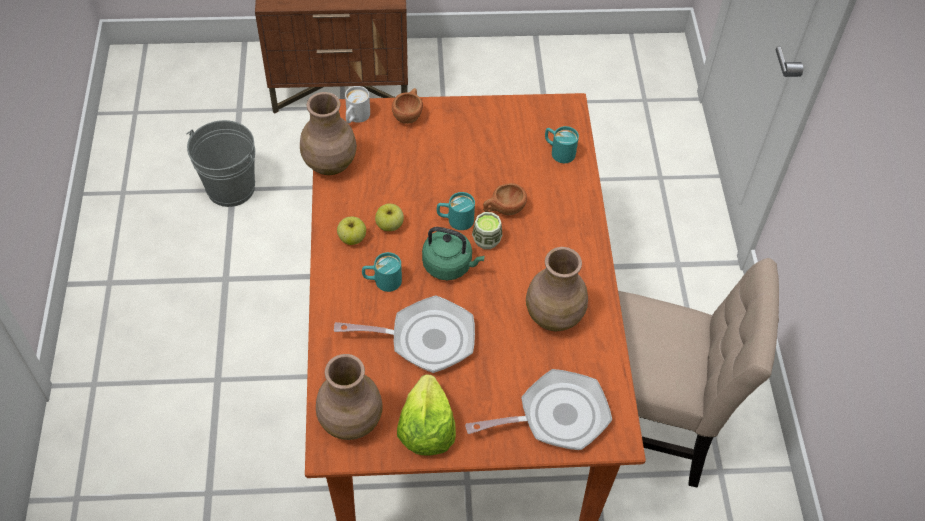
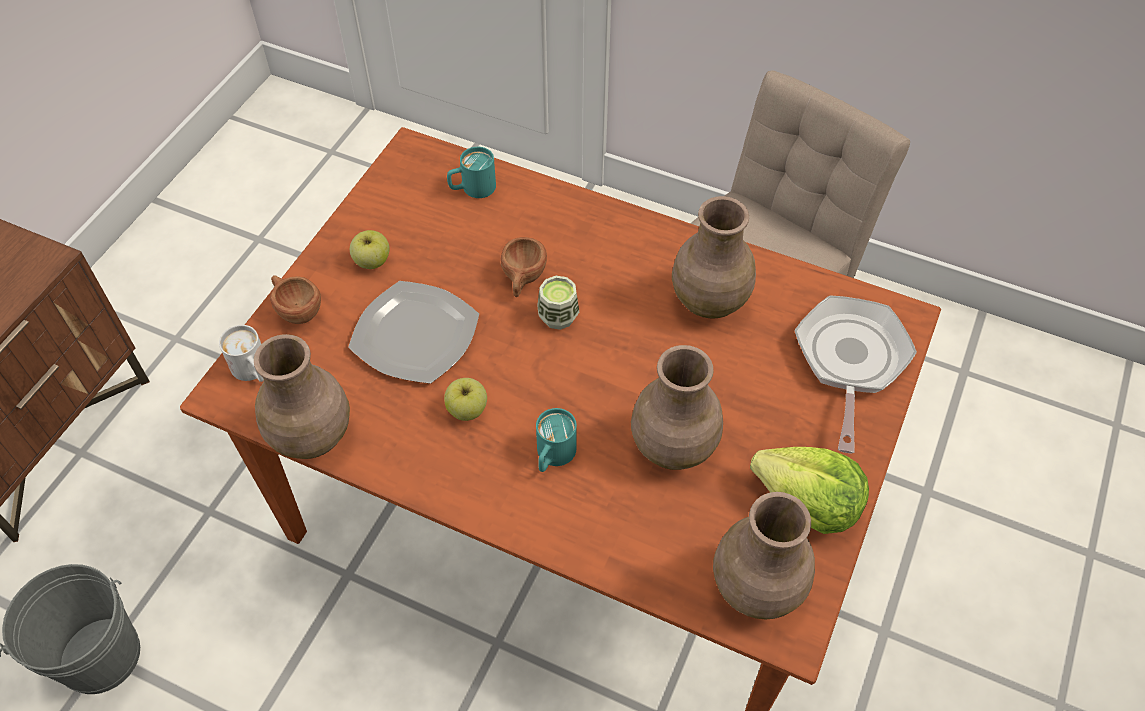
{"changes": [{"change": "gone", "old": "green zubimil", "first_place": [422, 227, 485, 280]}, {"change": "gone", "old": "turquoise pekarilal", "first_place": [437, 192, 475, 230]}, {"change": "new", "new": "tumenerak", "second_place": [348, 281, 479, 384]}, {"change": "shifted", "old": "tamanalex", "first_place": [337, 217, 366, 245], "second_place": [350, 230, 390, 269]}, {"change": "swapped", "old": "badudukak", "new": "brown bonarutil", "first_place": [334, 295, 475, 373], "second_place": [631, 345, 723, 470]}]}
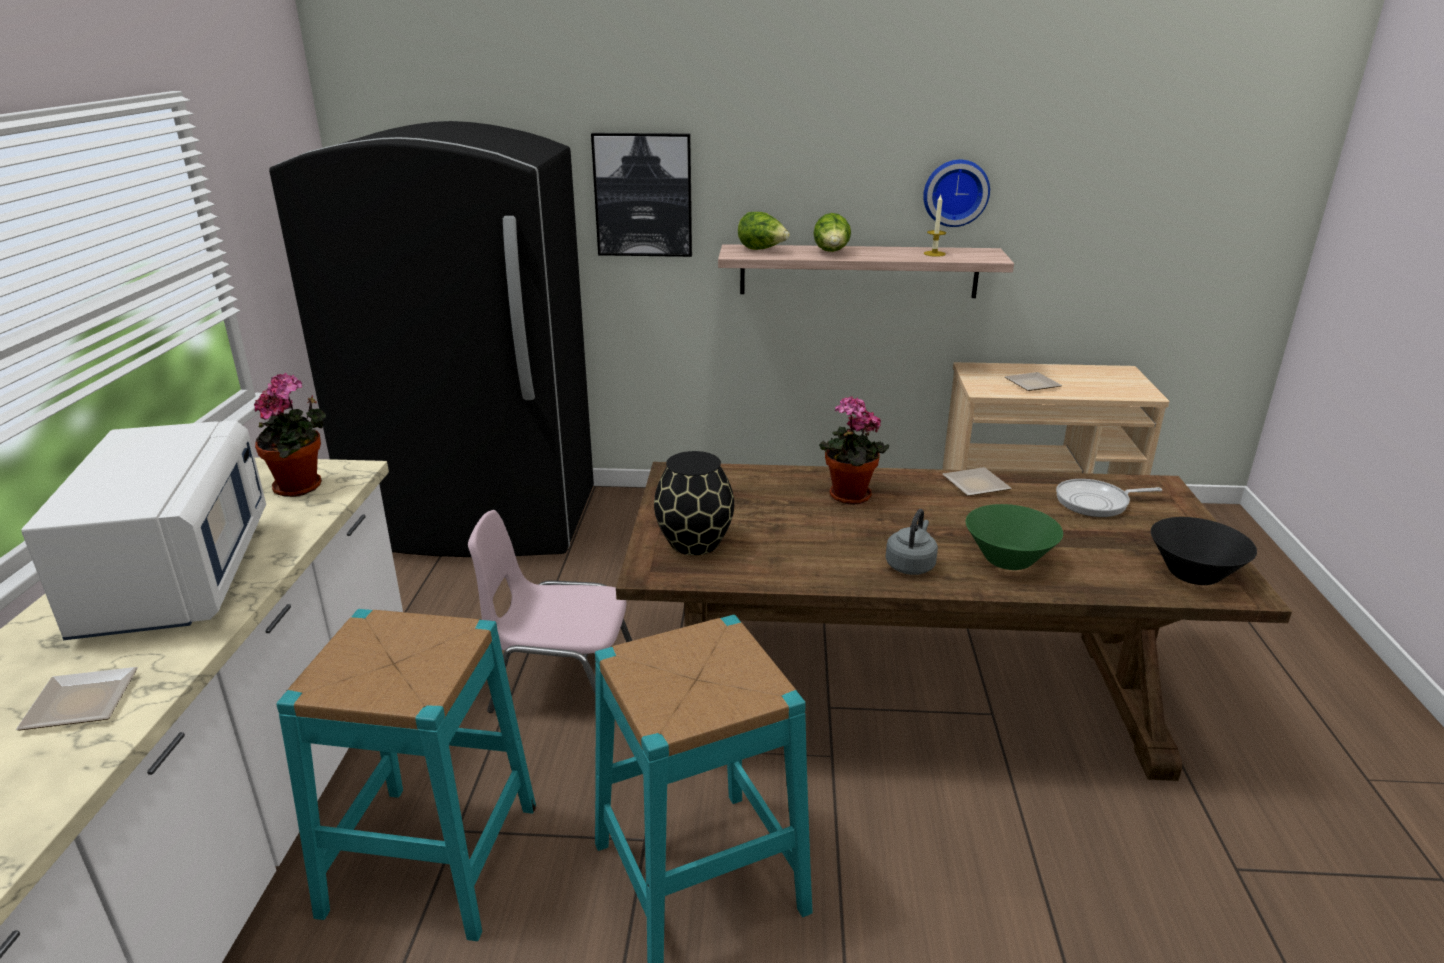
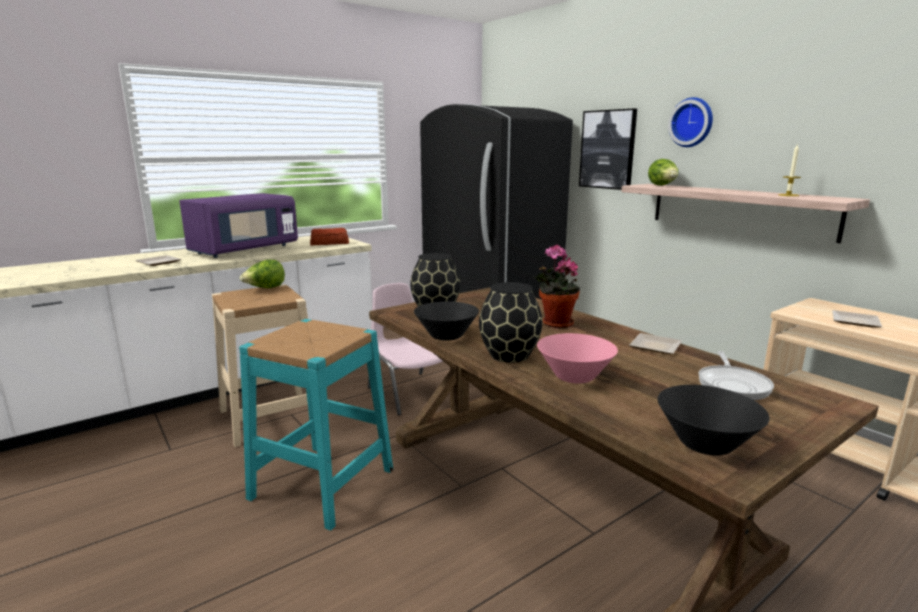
{"changes": [{"change": "new", "new": "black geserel", "second_place": [414, 301, 479, 341]}, {"change": "shifted", "old": "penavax", "first_place": [814, 213, 851, 252], "second_place": [240, 259, 285, 288]}, {"change": "shifted", "old": "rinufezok", "first_place": [923, 160, 990, 227], "second_place": [668, 97, 713, 147]}, {"change": "swapped", "old": "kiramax", "new": "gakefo", "first_place": [254, 373, 326, 497], "second_place": [310, 228, 349, 245]}, {"change": "swapped", "old": "grey zubimil", "new": "black bonarutil", "first_place": [886, 509, 938, 575], "second_place": [479, 282, 542, 363]}, {"change": "repainted", "old": "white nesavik", "new": "purple nesavik", "first_place": [21, 420, 266, 640], "second_place": [179, 193, 298, 258]}, {"change": "repainted", "old": "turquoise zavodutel", "new": "beige zavodutel", "first_place": [276, 609, 536, 941], "second_place": [212, 284, 308, 447]}, {"change": "repainted", "old": "green geserel", "new": "pink geserel", "first_place": [966, 504, 1063, 570], "second_place": [537, 333, 618, 384]}, {"change": "rotated", "old": "badudukak", "first_place": [1056, 479, 1162, 517], "second_place": [698, 351, 774, 400], "degrees": -120}]}
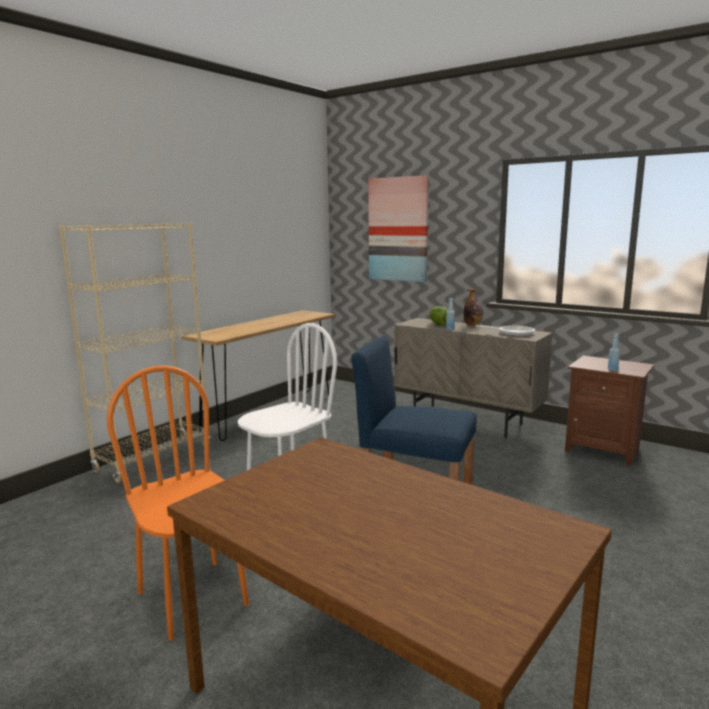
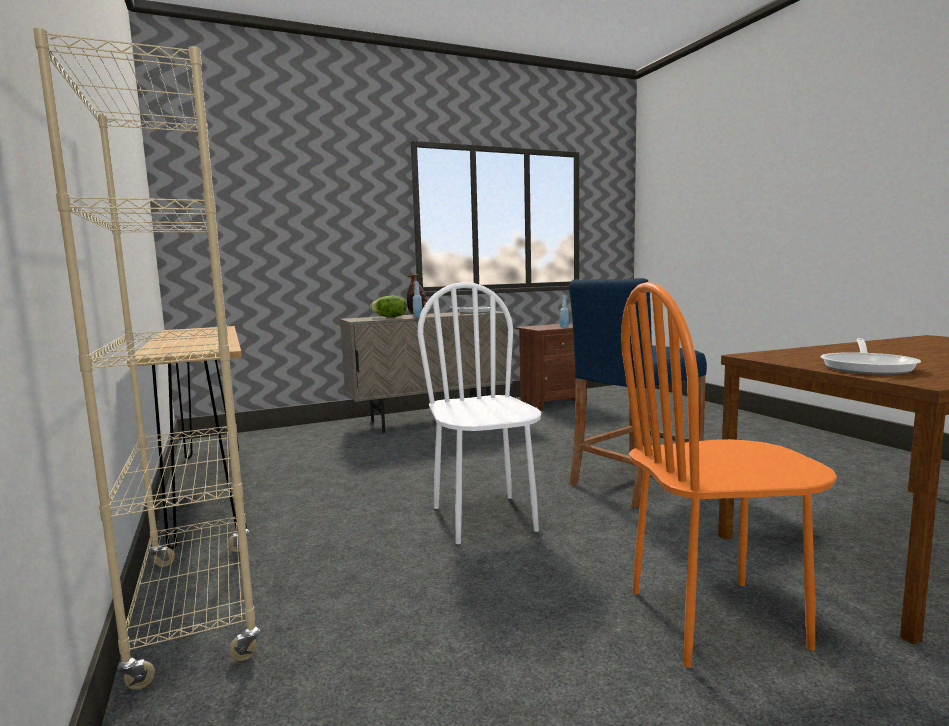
{"changes": [{"change": "gone", "old": "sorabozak", "first_place": [368, 175, 429, 282]}, {"change": "new", "new": "badudukak", "second_place": [820, 338, 921, 375]}]}
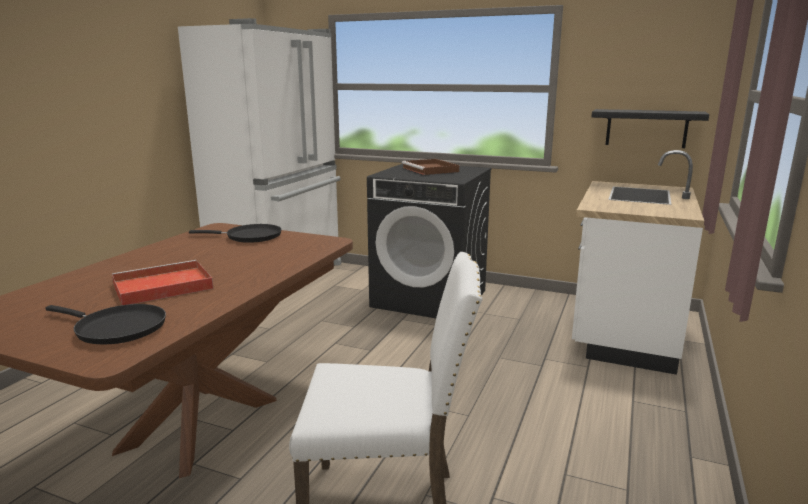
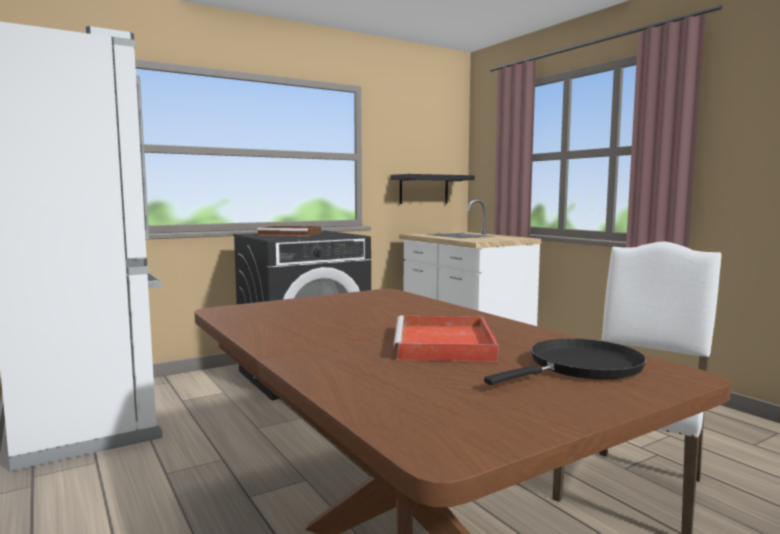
{"changes": [{"change": "gone", "old": "black badudukak", "first_place": [189, 224, 282, 243]}]}
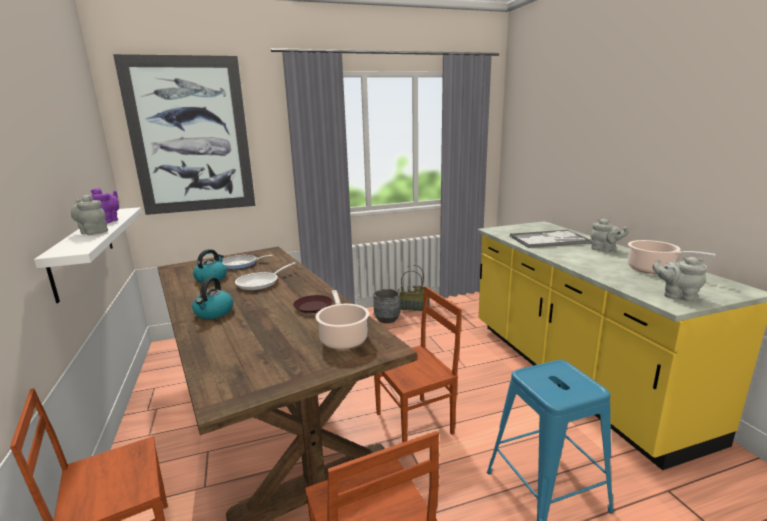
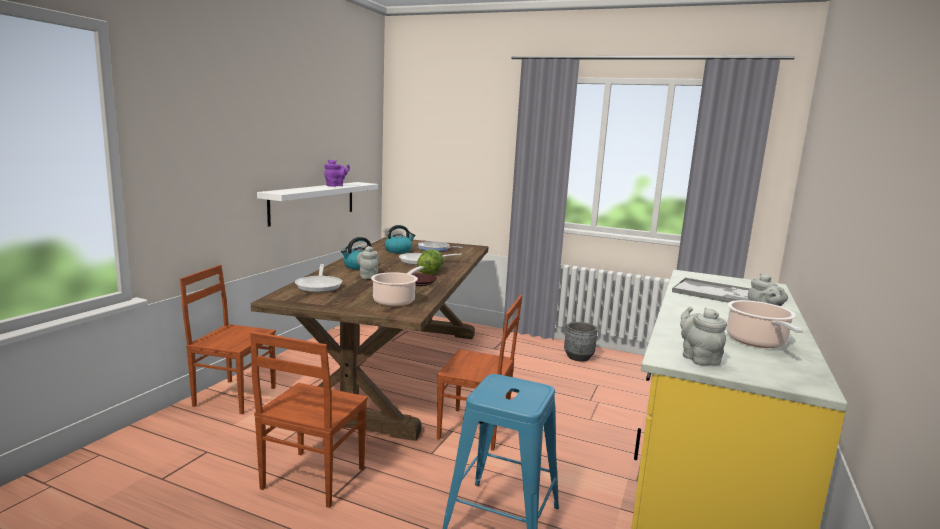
{"changes": [{"change": "gone", "old": "sorabozak", "first_place": [113, 54, 255, 215]}, {"change": "gone", "old": "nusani", "first_place": [397, 265, 430, 311]}, {"change": "new", "new": "badudukak", "second_place": [295, 264, 342, 292]}, {"change": "new", "new": "penavax", "second_place": [417, 250, 443, 274]}, {"change": "shifted", "old": "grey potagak", "first_place": [71, 195, 108, 235], "second_place": [357, 246, 379, 279]}]}
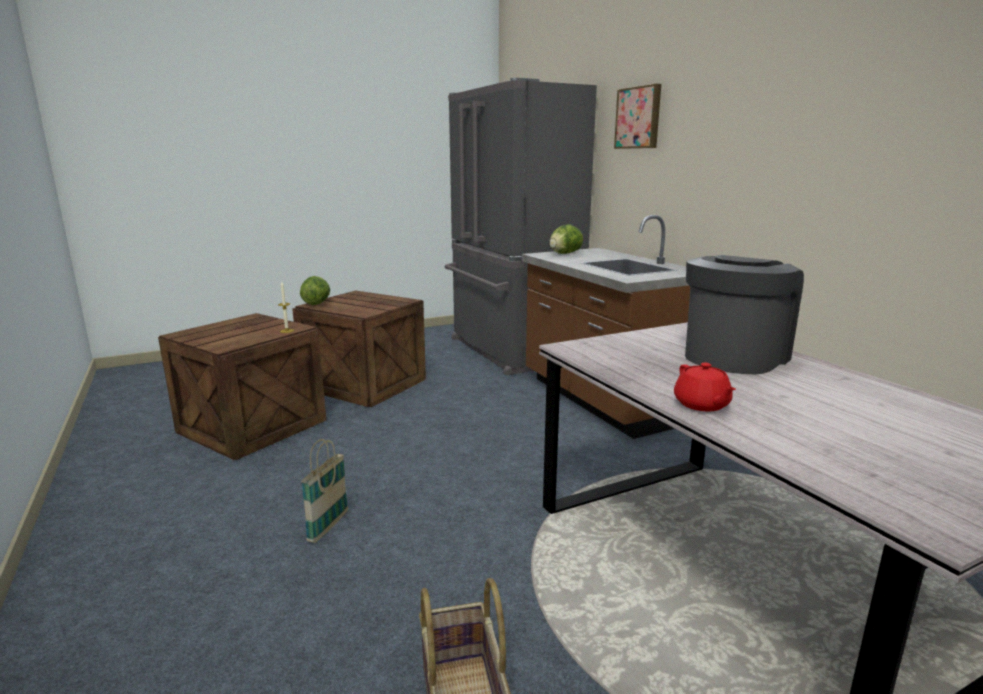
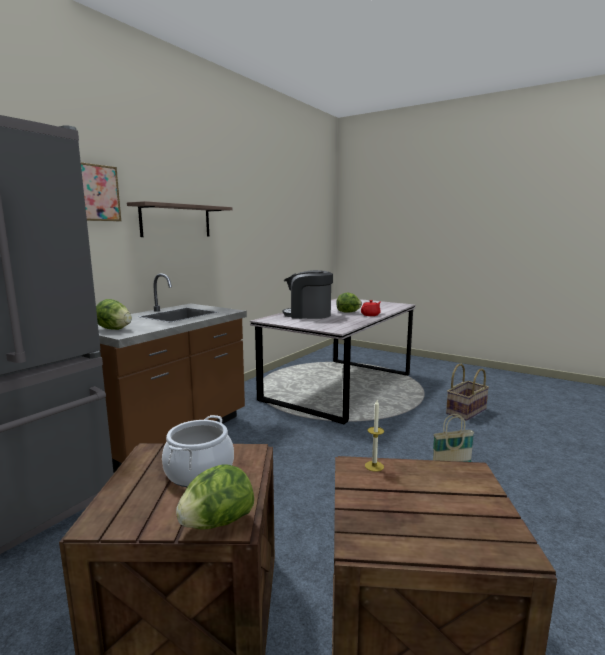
{"changes": [{"change": "new", "new": "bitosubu", "second_place": [127, 201, 232, 237]}, {"change": "new", "new": "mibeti", "second_place": [162, 415, 234, 487]}, {"change": "new", "new": "penavax", "second_place": [336, 293, 362, 313]}]}
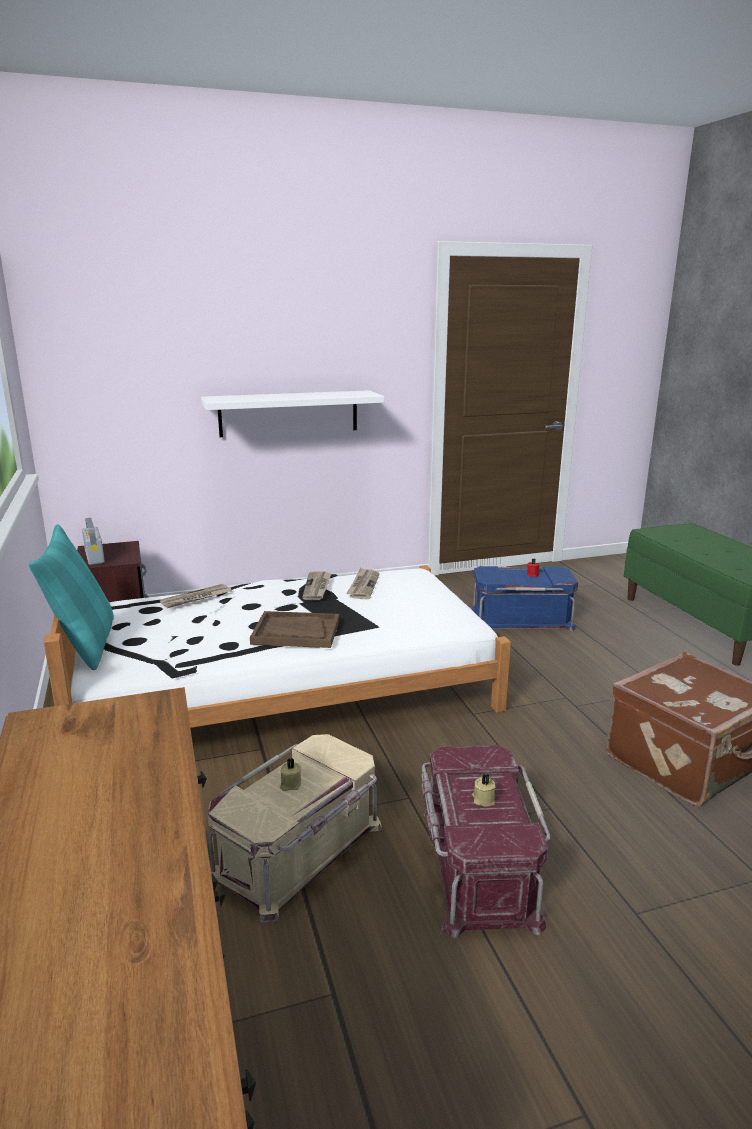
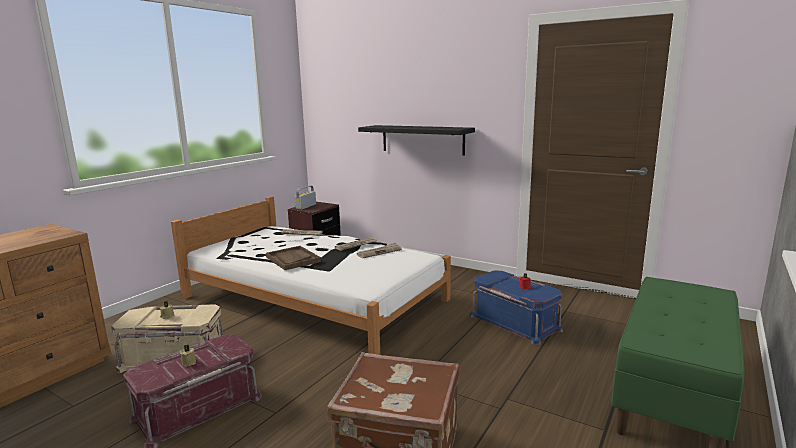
{"changes": [{"change": "gone", "old": "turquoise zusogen", "first_place": [29, 524, 114, 670]}, {"change": "repainted", "old": "white bitosubu", "new": "black bitosubu", "first_place": [201, 390, 384, 437], "second_place": [358, 125, 475, 156]}]}
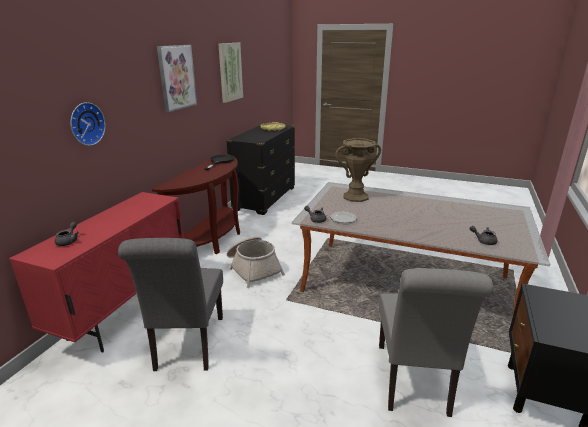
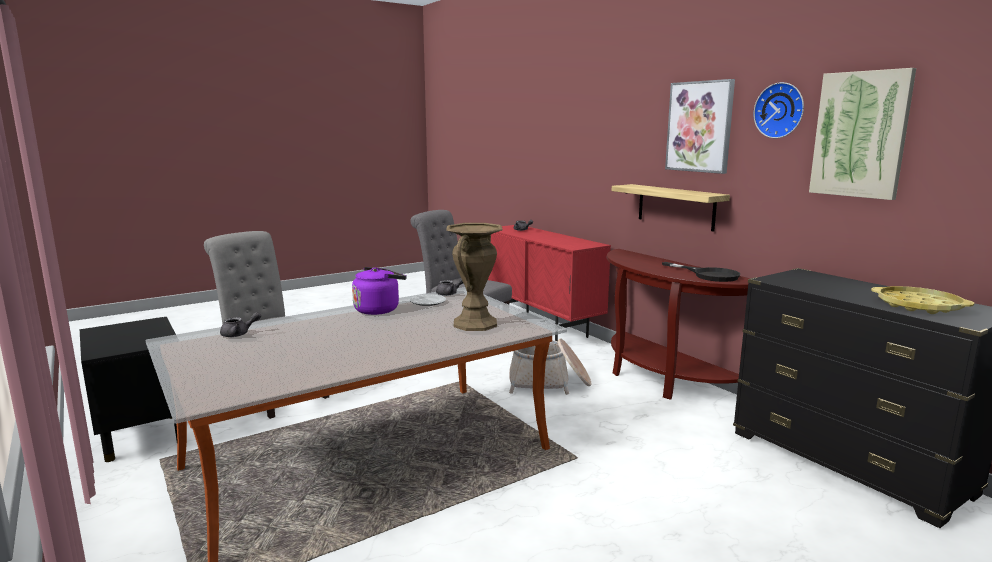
{"changes": [{"change": "new", "new": "purple zubimil", "second_place": [352, 267, 407, 315]}, {"change": "new", "new": "bitosubu", "second_place": [612, 184, 730, 232]}, {"change": "shifted", "old": "rinufezok", "first_place": [70, 102, 106, 146], "second_place": [753, 82, 804, 138]}]}
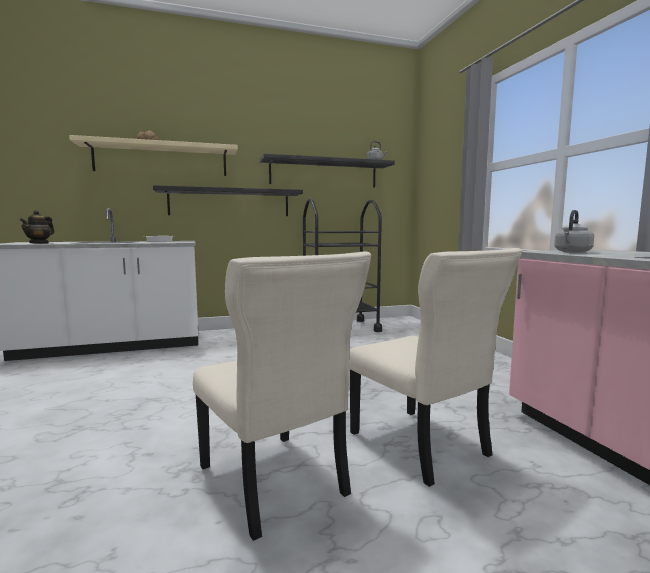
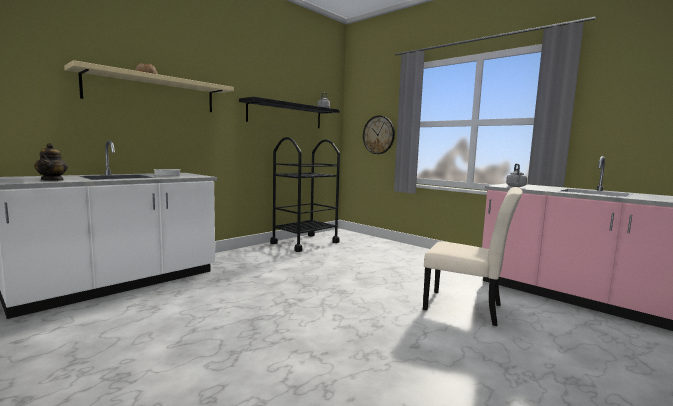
{"changes": [{"change": "gone", "old": "black bitosubu", "first_place": [153, 185, 303, 216]}, {"change": "gone", "old": "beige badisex", "first_place": [193, 252, 371, 541]}, {"change": "new", "new": "rinufezok", "second_place": [363, 115, 395, 154]}]}
